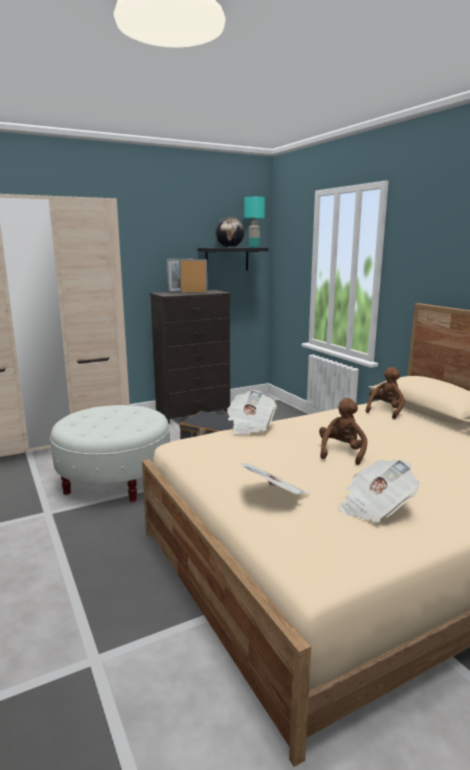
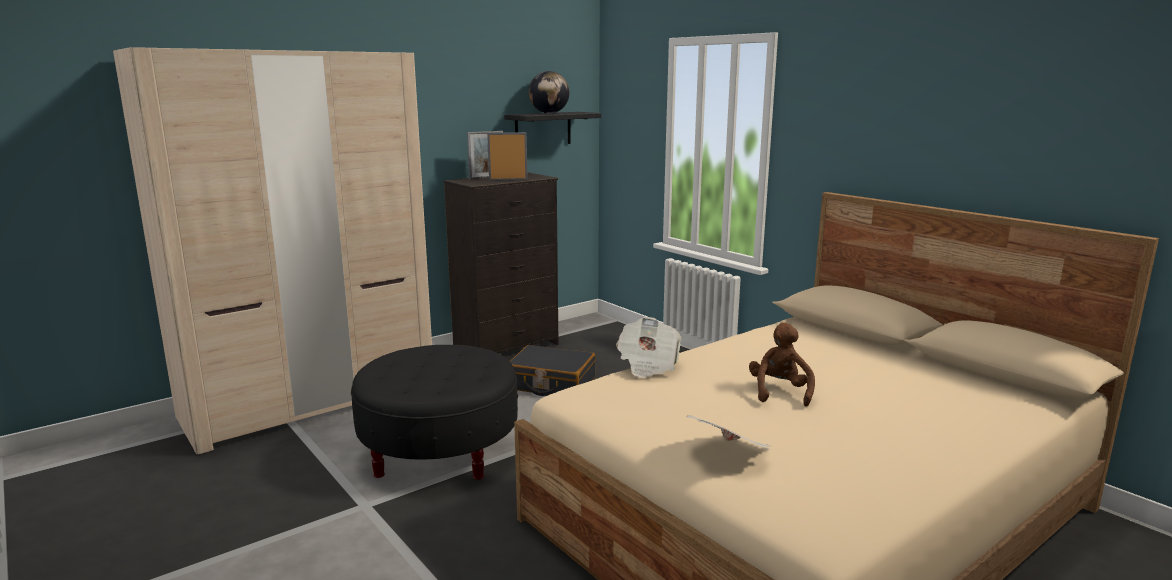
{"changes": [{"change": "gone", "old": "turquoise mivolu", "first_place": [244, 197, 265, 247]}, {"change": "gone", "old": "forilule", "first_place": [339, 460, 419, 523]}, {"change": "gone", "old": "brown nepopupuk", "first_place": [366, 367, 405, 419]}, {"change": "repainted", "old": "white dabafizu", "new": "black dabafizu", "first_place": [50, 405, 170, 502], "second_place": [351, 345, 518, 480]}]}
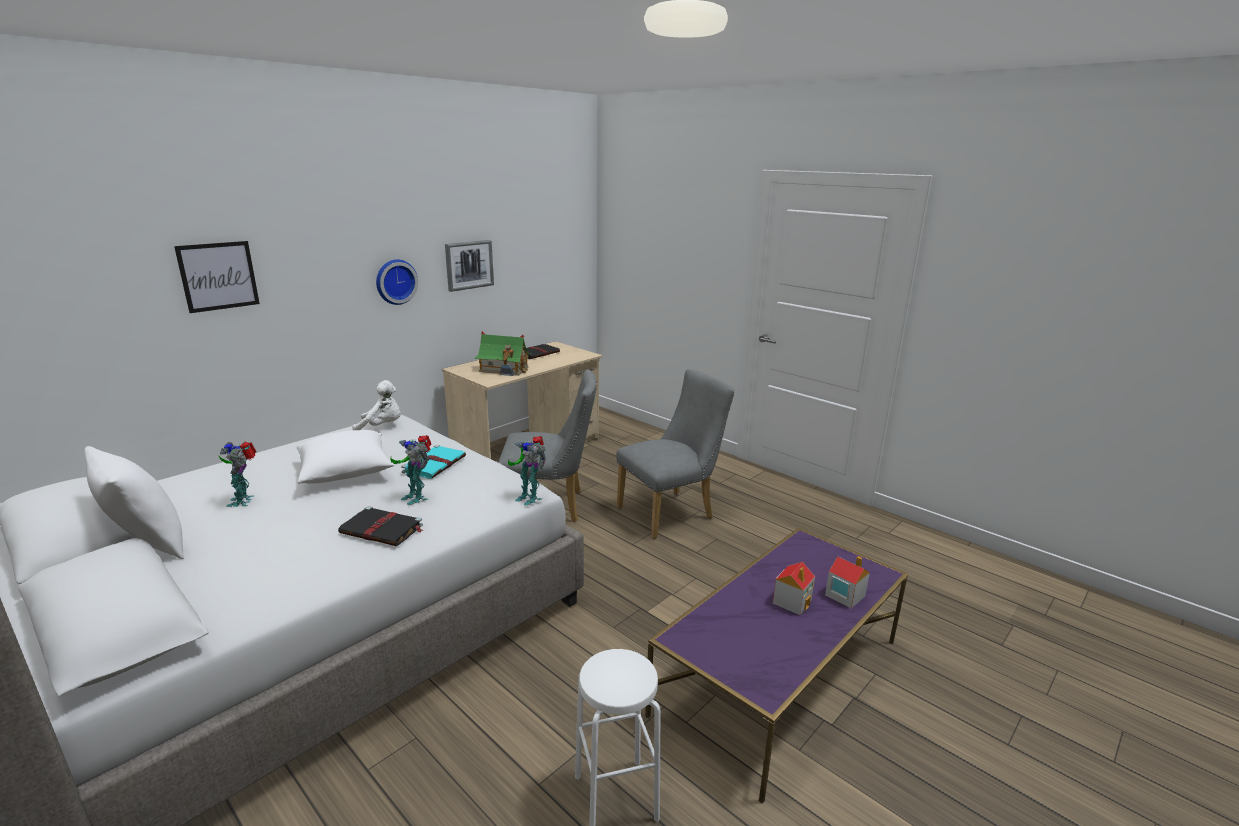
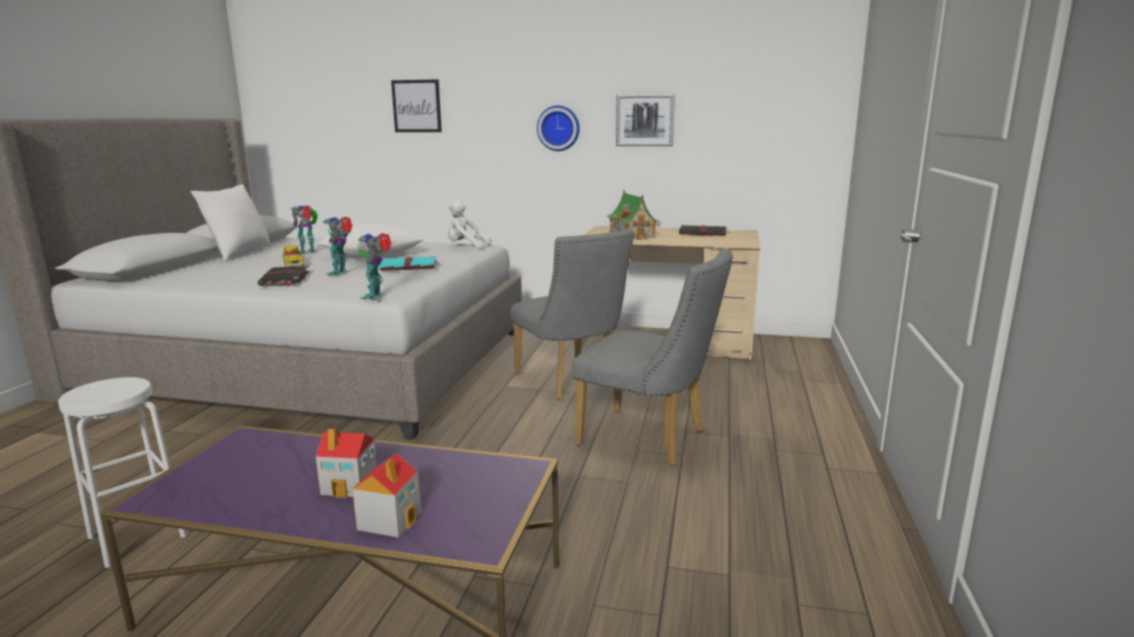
{"changes": [{"change": "new", "new": "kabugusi", "second_place": [281, 245, 305, 267]}, {"change": "rotated", "old": "white nepopupuk", "first_place": [352, 380, 401, 430], "second_place": [448, 201, 491, 249], "degrees": 135}]}
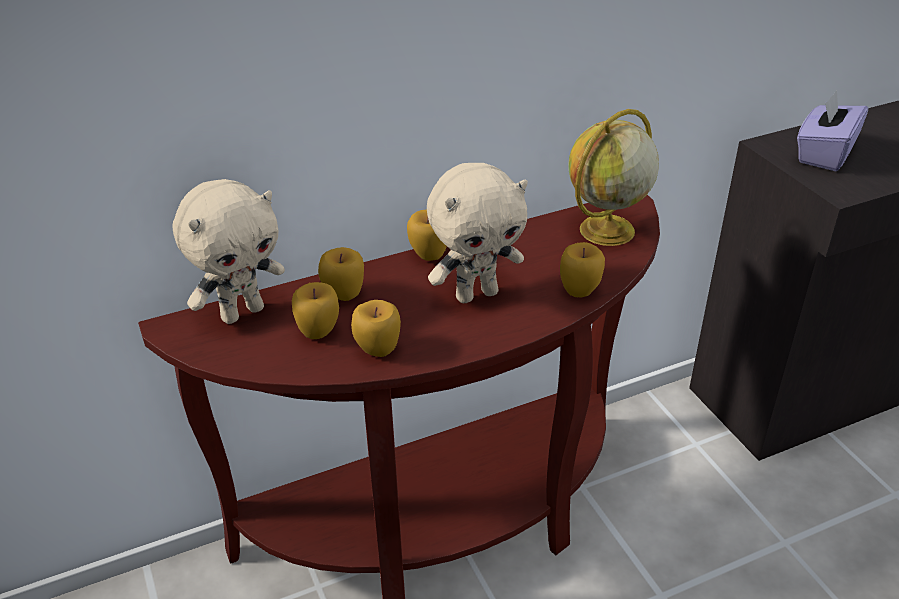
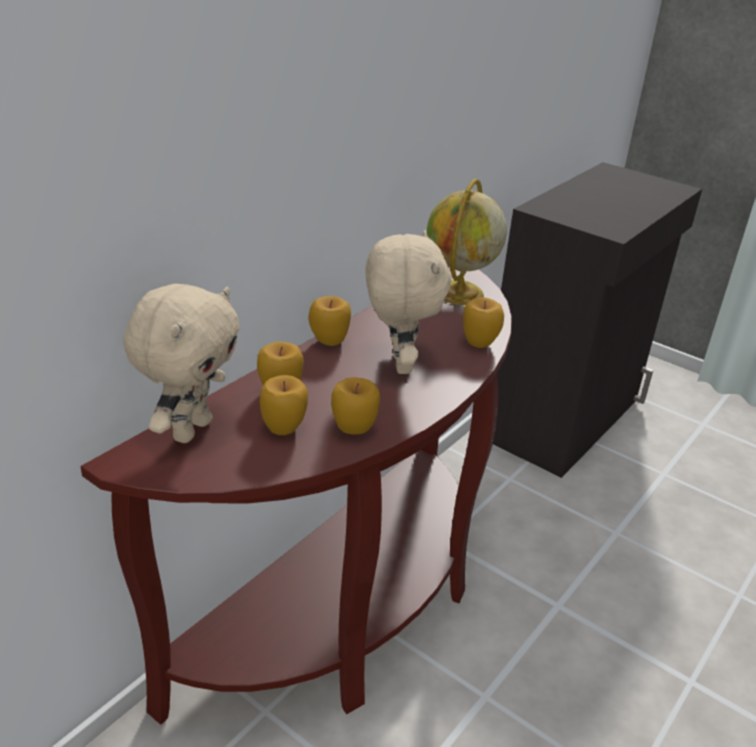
{"changes": [{"change": "gone", "old": "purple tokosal", "first_place": [797, 90, 868, 171]}, {"change": "rotated", "old": "beige nepopupuk", "first_place": [427, 163, 528, 303], "second_place": [365, 230, 451, 374], "degrees": -45}]}
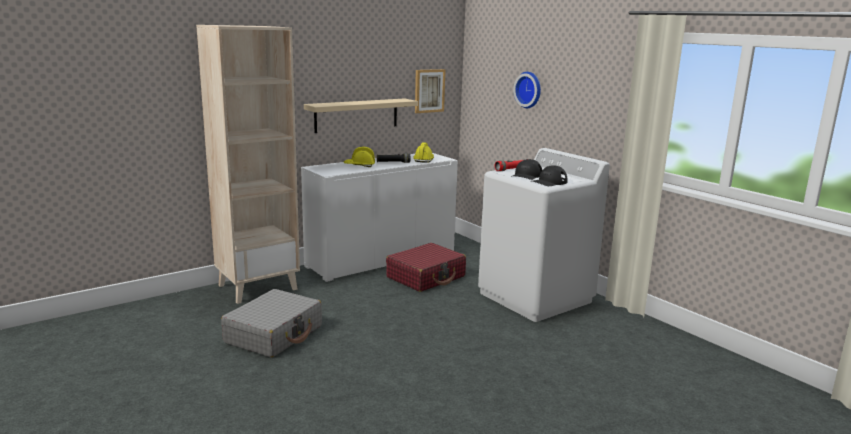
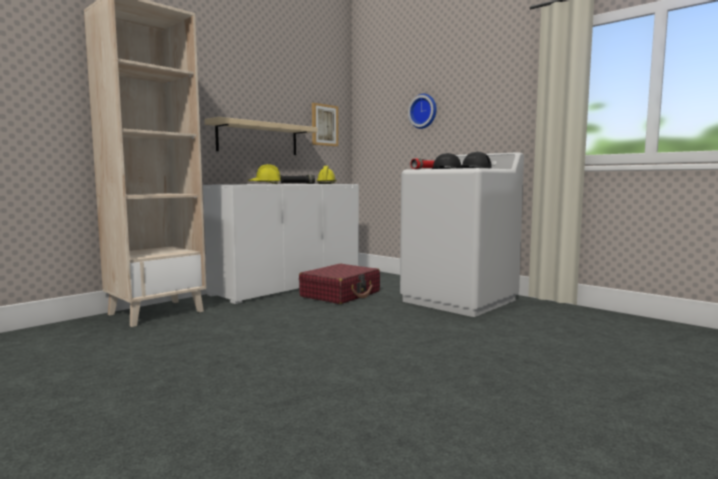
{"changes": [{"change": "gone", "old": "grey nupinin", "first_place": [221, 289, 322, 358]}]}
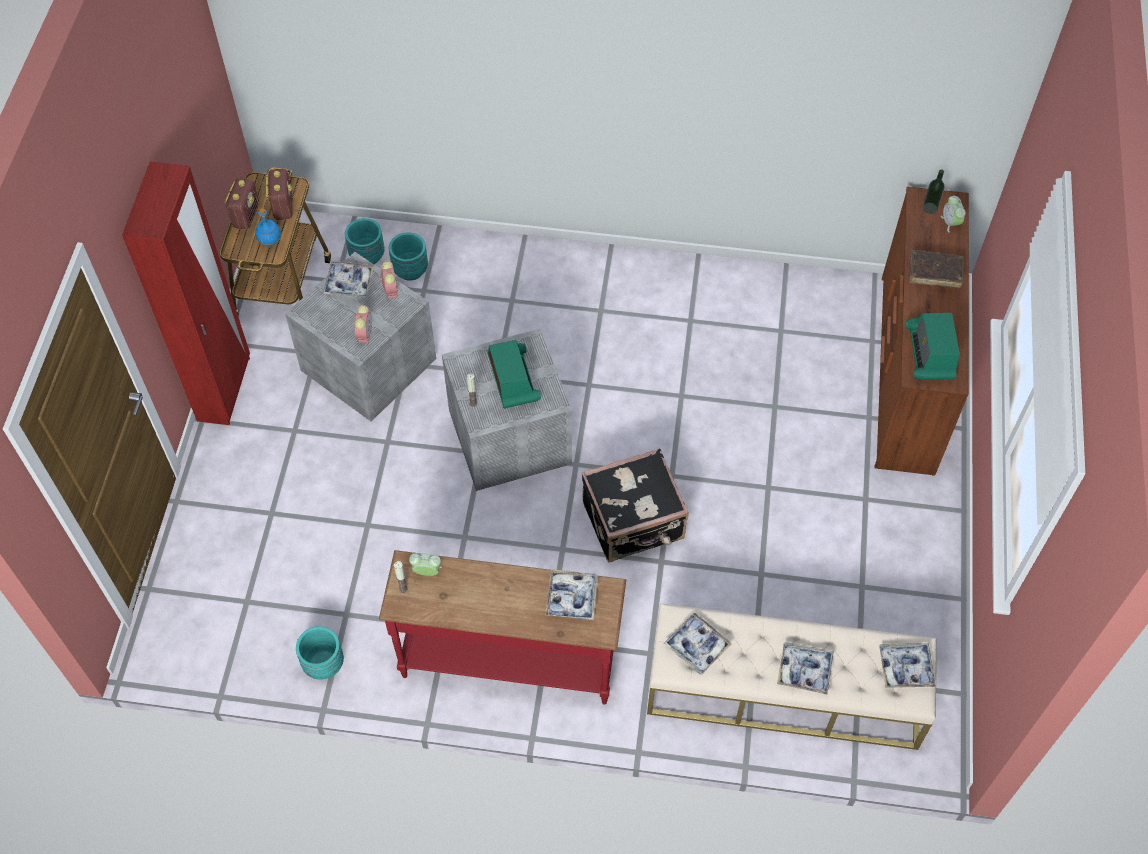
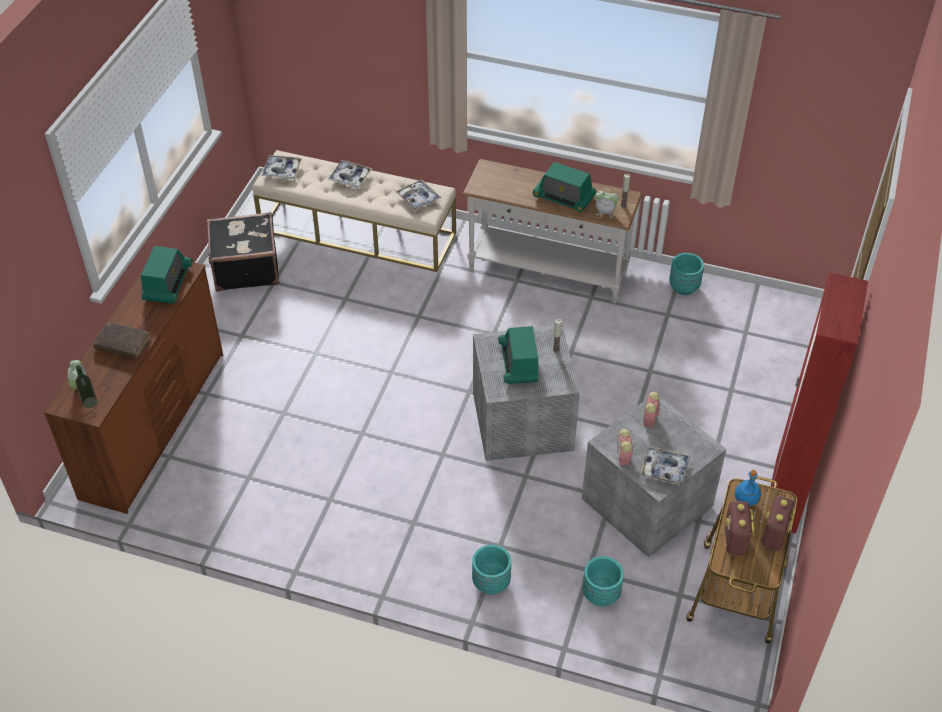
{"changes": [{"change": "gone", "old": "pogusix", "first_place": [545, 569, 598, 620]}, {"change": "new", "new": "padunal", "second_place": [533, 162, 596, 212]}, {"change": "shifted", "old": "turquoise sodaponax", "first_place": [345, 218, 385, 264], "second_place": [472, 545, 511, 594]}, {"change": "shifted", "old": "black nupinin", "first_place": [582, 448, 689, 562], "second_place": [207, 212, 279, 292]}, {"change": "repainted", "old": "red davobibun", "new": "white davobibun", "first_place": [379, 550, 626, 704], "second_place": [462, 159, 642, 304]}]}
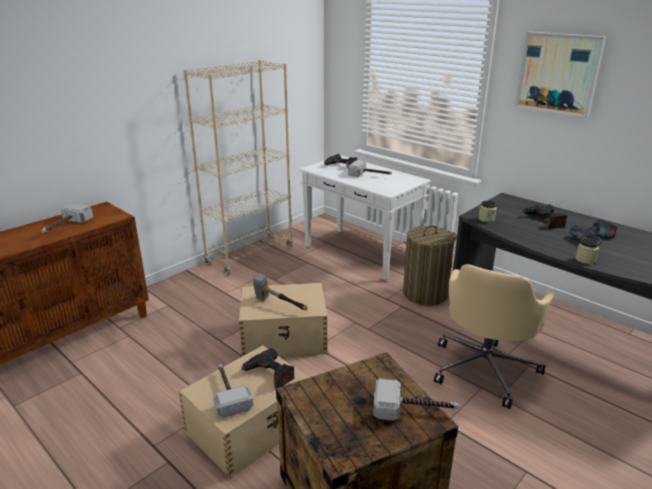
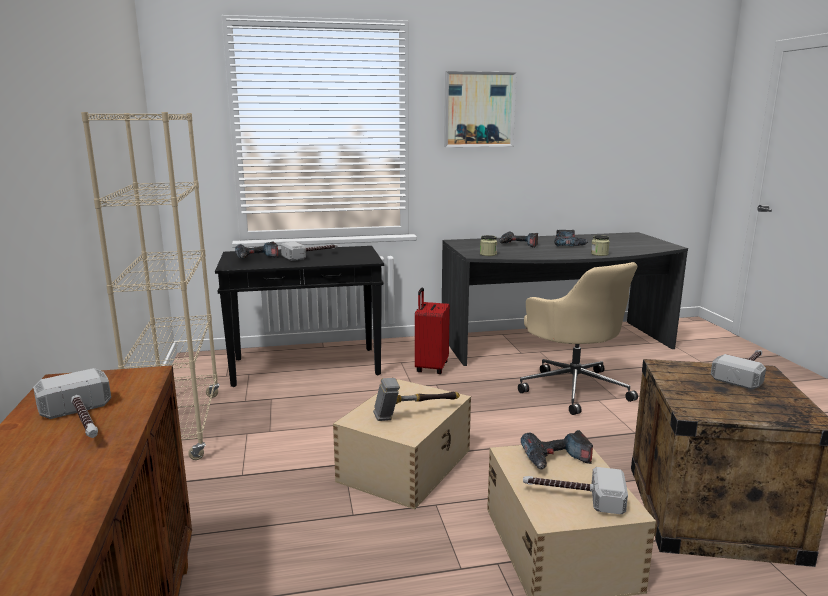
{"changes": [{"change": "swapped", "old": "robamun", "new": "red nupinin", "first_place": [403, 225, 457, 306], "second_place": [415, 287, 450, 374]}, {"change": "repainted", "old": "white davobibun", "new": "black davobibun", "first_place": [299, 156, 431, 281], "second_place": [215, 246, 384, 387]}]}
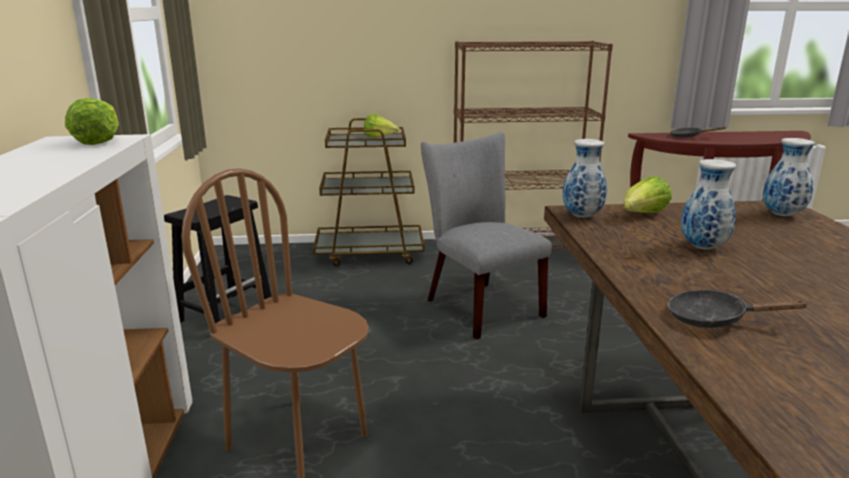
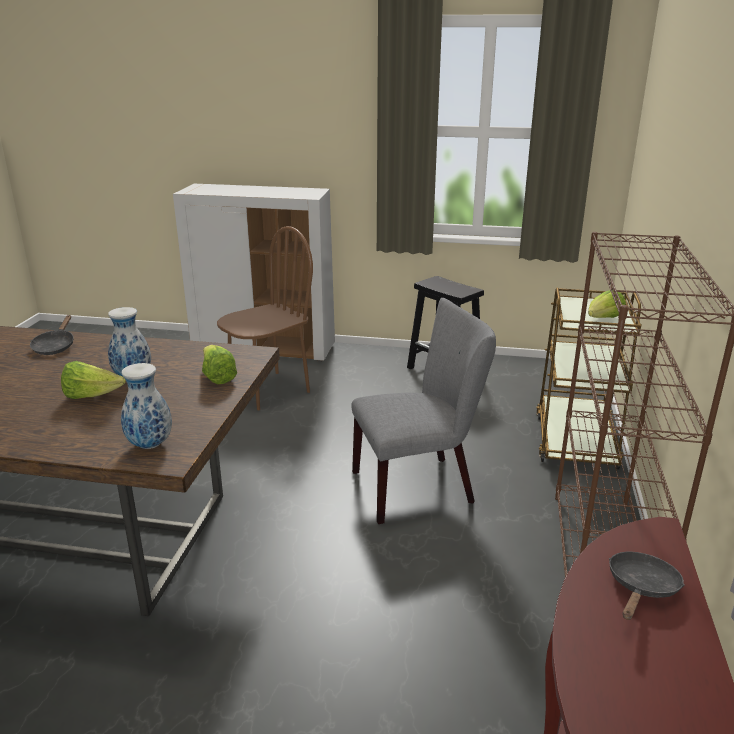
{"changes": [{"change": "gone", "old": "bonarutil", "first_place": [562, 139, 607, 218]}, {"change": "shifted", "old": "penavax", "first_place": [65, 98, 119, 145], "second_place": [61, 361, 126, 399]}, {"change": "rotated", "old": "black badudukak", "first_place": [668, 290, 809, 328], "second_place": [30, 315, 74, 355], "degrees": 150}]}
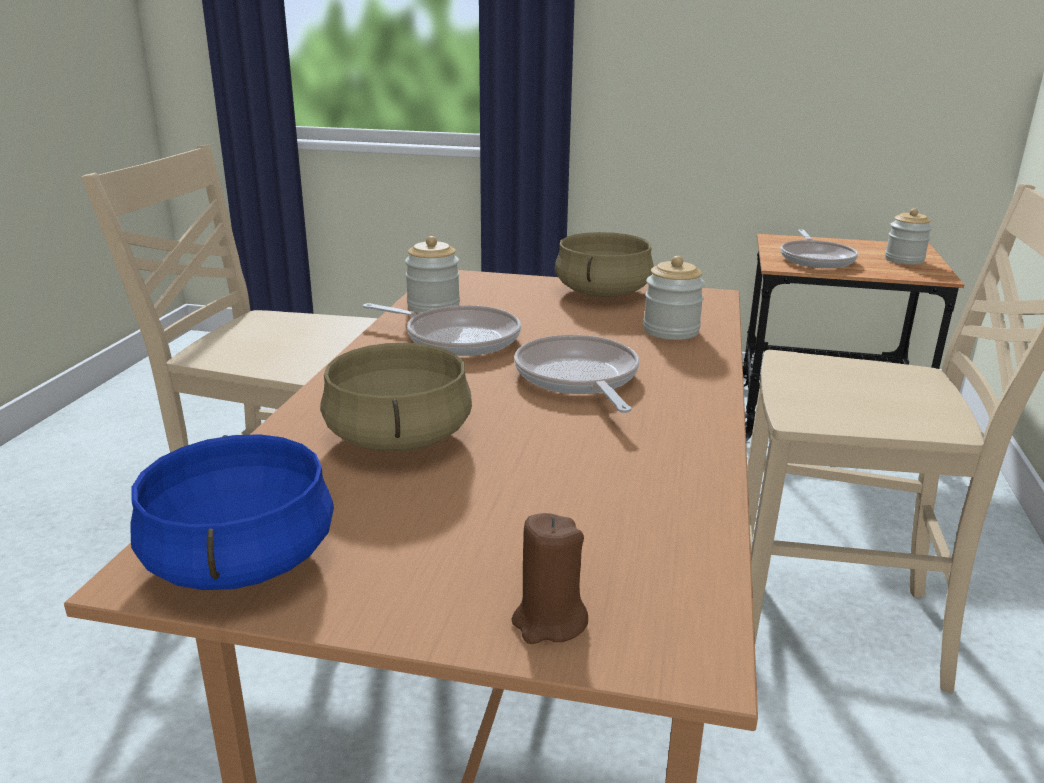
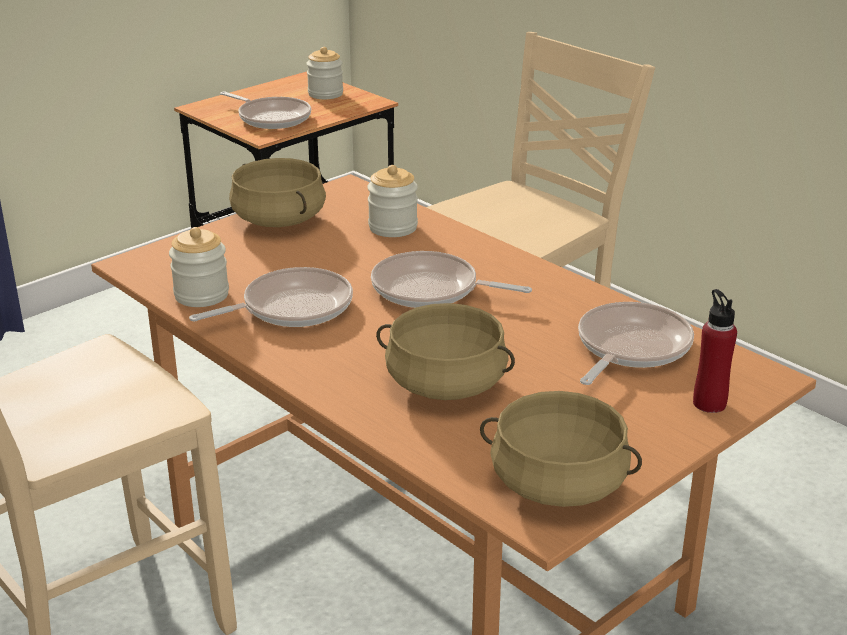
{"changes": [{"change": "new", "new": "badudukak", "second_place": [578, 302, 694, 385]}, {"change": "swapped", "old": "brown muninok", "new": "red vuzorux", "first_place": [511, 513, 588, 644], "second_place": [693, 289, 737, 413]}, {"change": "repainted", "old": "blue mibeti", "new": "beige mibeti", "first_place": [131, 434, 334, 590], "second_place": [480, 391, 642, 507]}]}
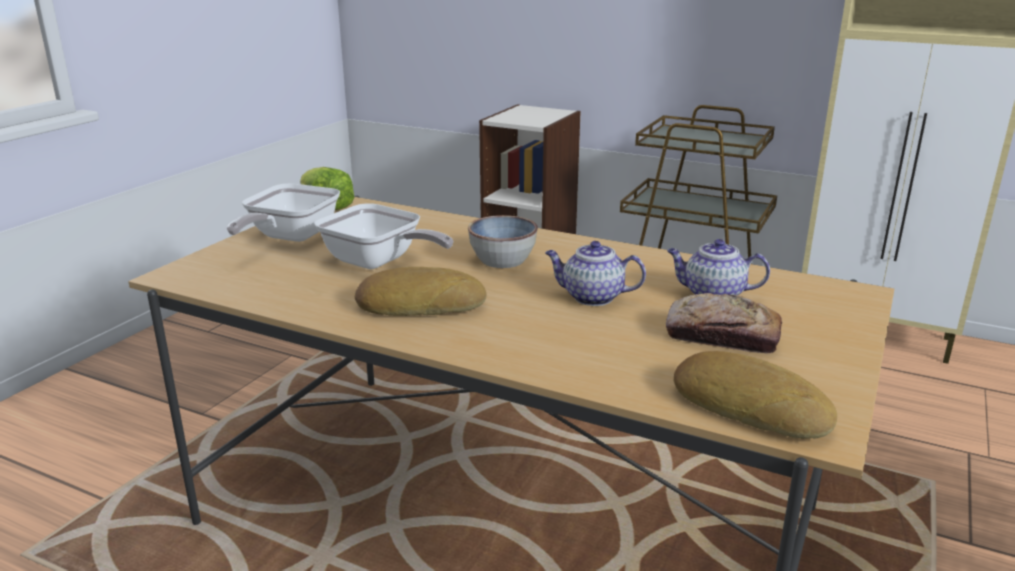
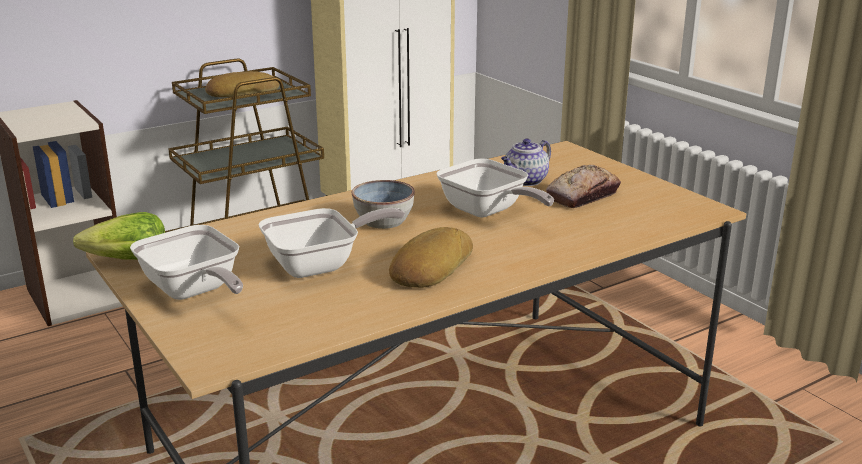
{"changes": [{"change": "shifted", "old": "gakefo", "first_place": [674, 351, 837, 439], "second_place": [205, 71, 280, 97]}, {"change": "swapped", "old": "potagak", "new": "badudukak", "first_place": [545, 241, 646, 306], "second_place": [436, 158, 554, 218]}]}
